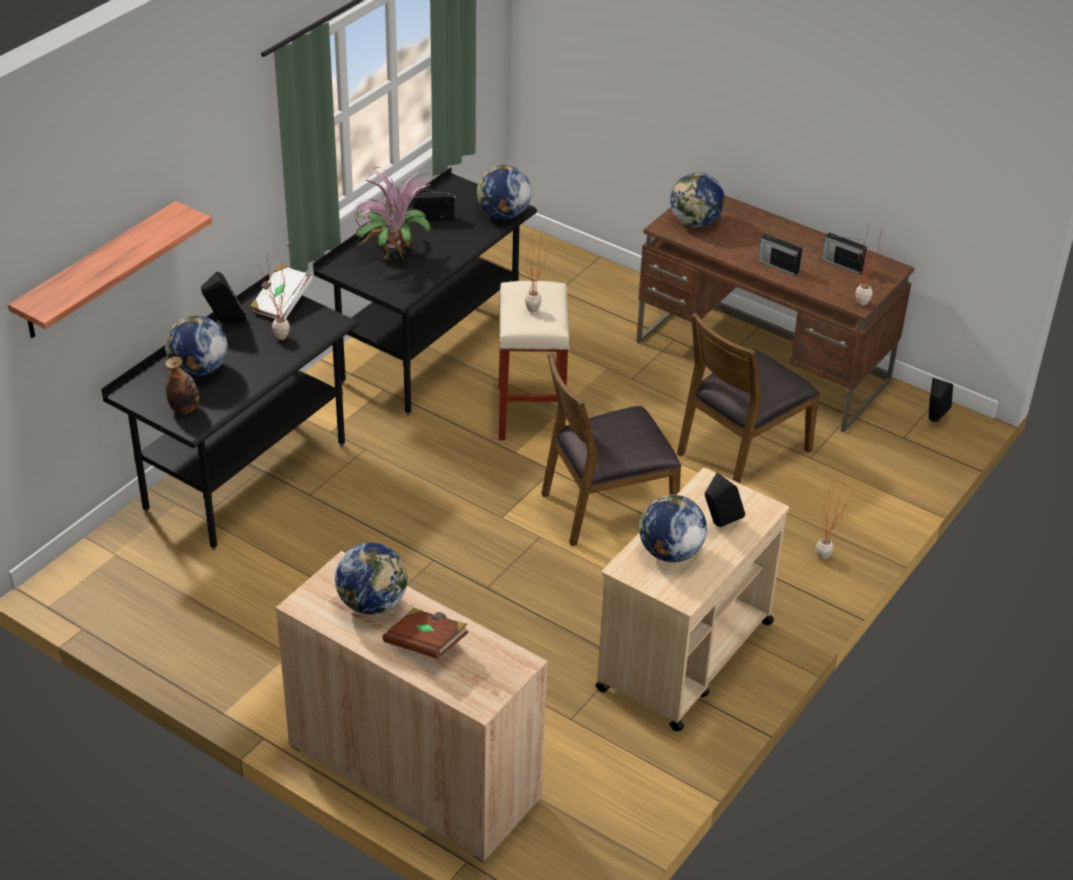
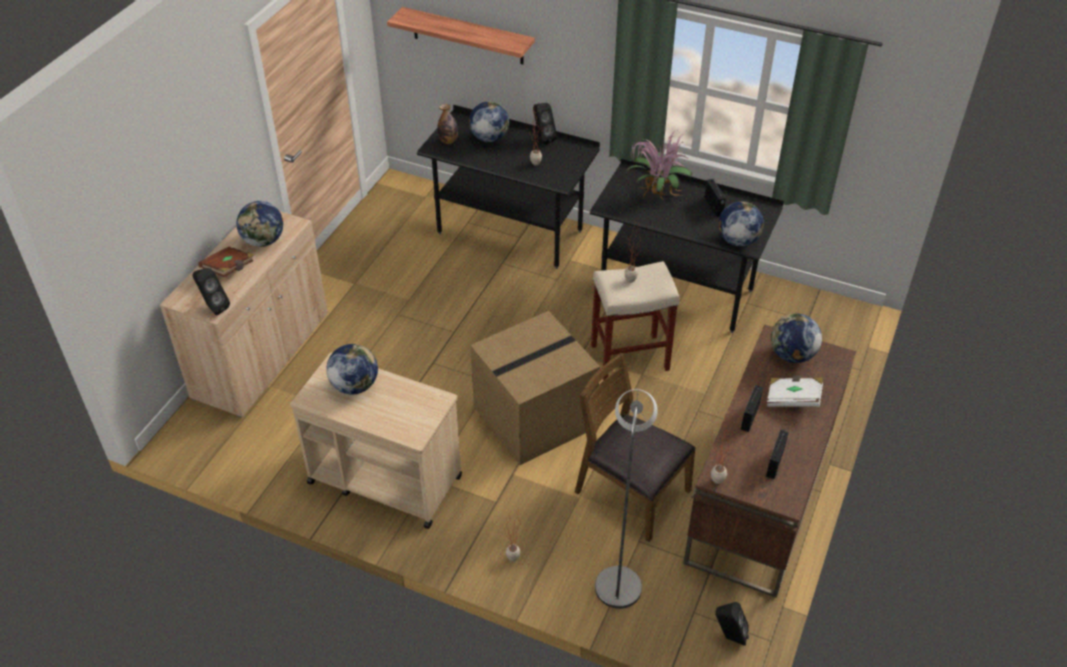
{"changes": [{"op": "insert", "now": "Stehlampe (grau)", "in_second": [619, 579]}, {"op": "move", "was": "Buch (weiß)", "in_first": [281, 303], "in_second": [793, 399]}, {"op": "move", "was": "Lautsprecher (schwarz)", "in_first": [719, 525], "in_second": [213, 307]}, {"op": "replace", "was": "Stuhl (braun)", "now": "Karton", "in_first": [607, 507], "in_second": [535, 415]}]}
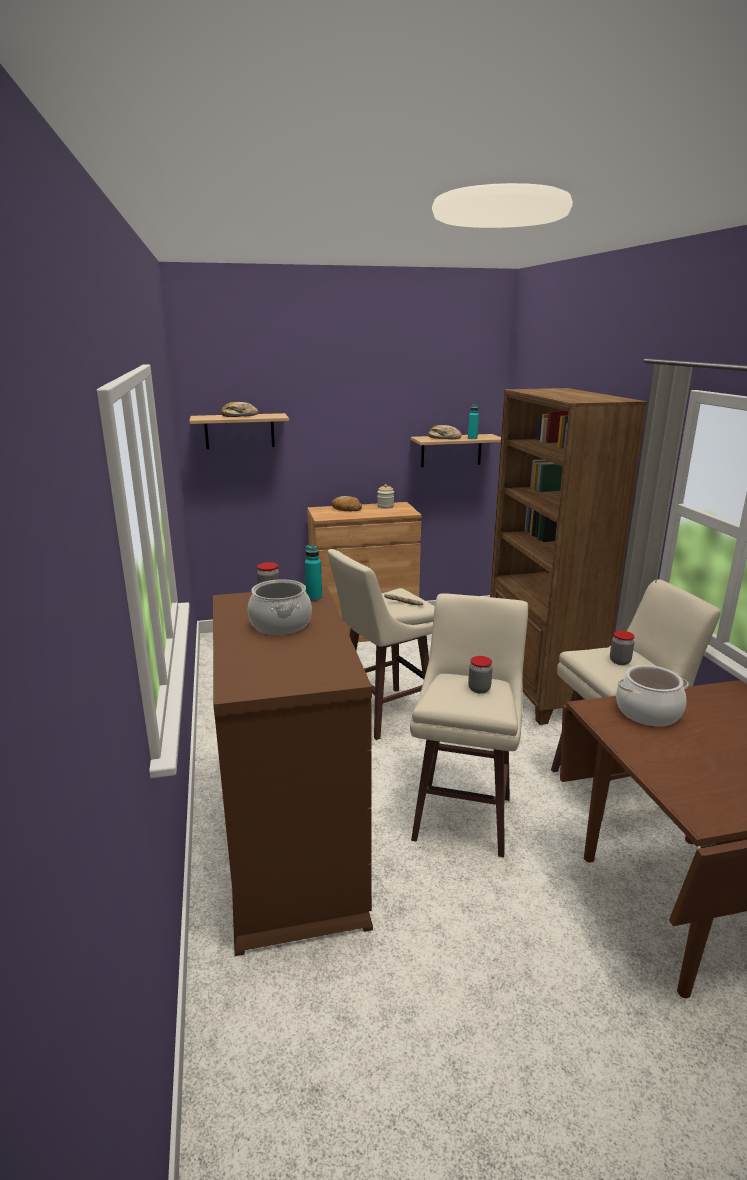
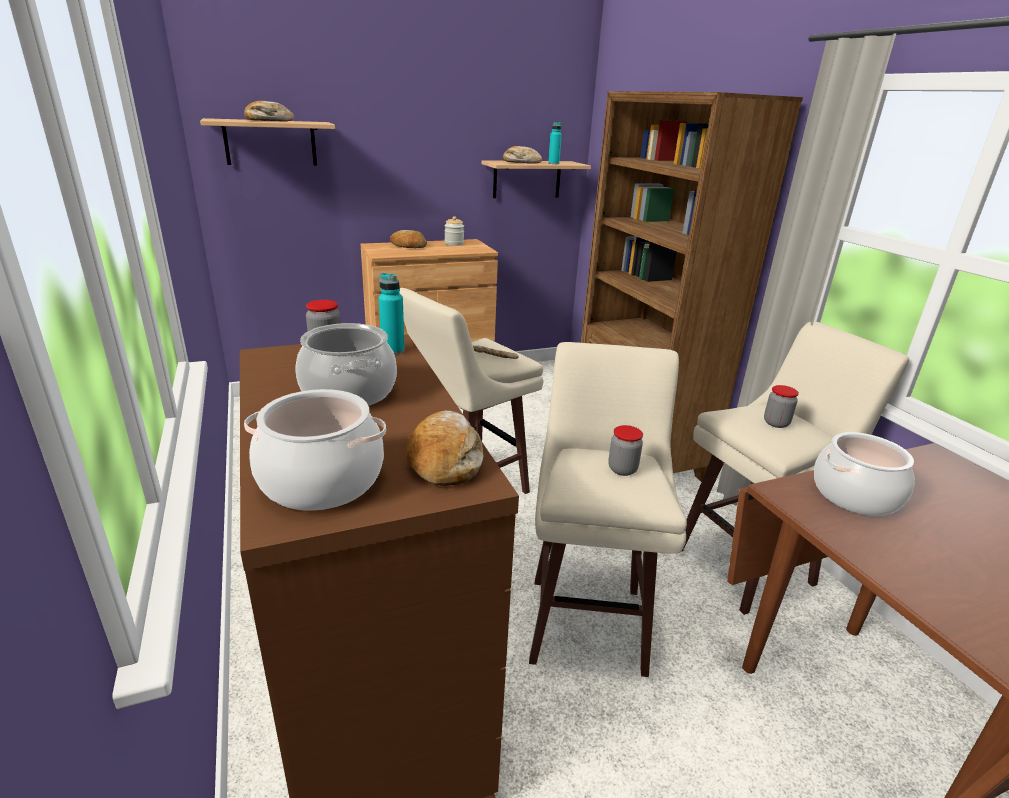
{"changes": [{"op": "insert", "now": "Kochtopf", "in_second": [322, 480]}, {"op": "insert", "now": "Brot", "in_second": [445, 459]}]}
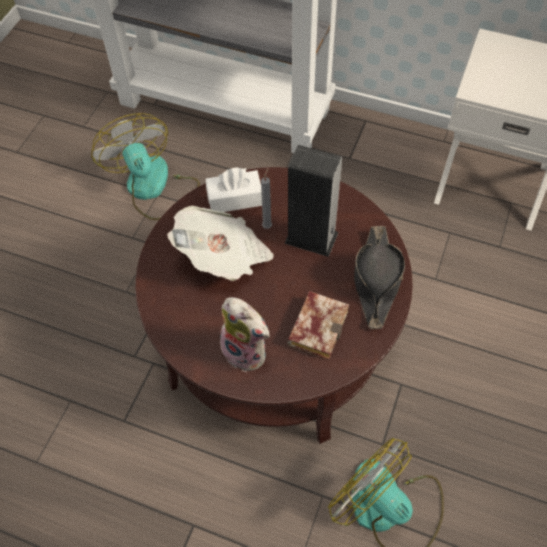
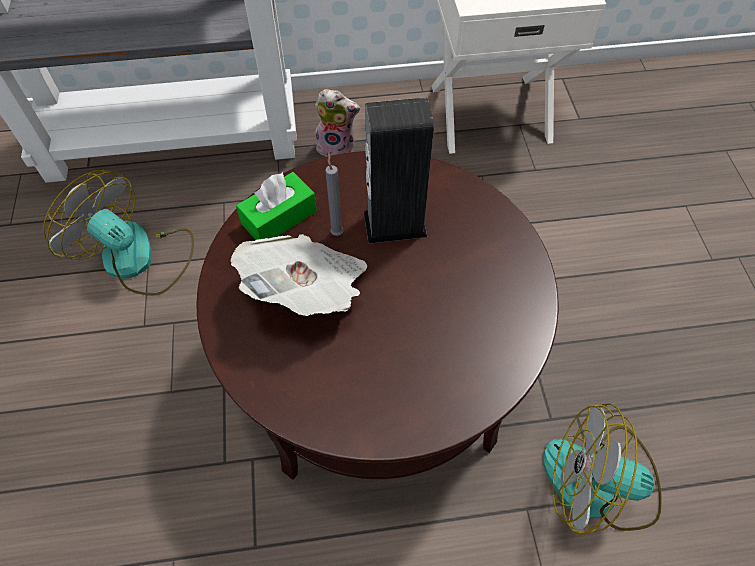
{"changes": [{"op": "delete", "was": "Buch", "in_first": [317, 325]}, {"op": "delete", "was": "Hut (schwarz)", "in_first": [376, 280]}, {"op": "move", "was": "Plüschtier", "in_first": [247, 351], "in_second": [337, 148]}, {"op": "recolor", "was": "Taschentuchbox (weiß)", "now": "Taschentuchbox (grün)", "in_first": [235, 199], "in_second": [279, 217]}]}
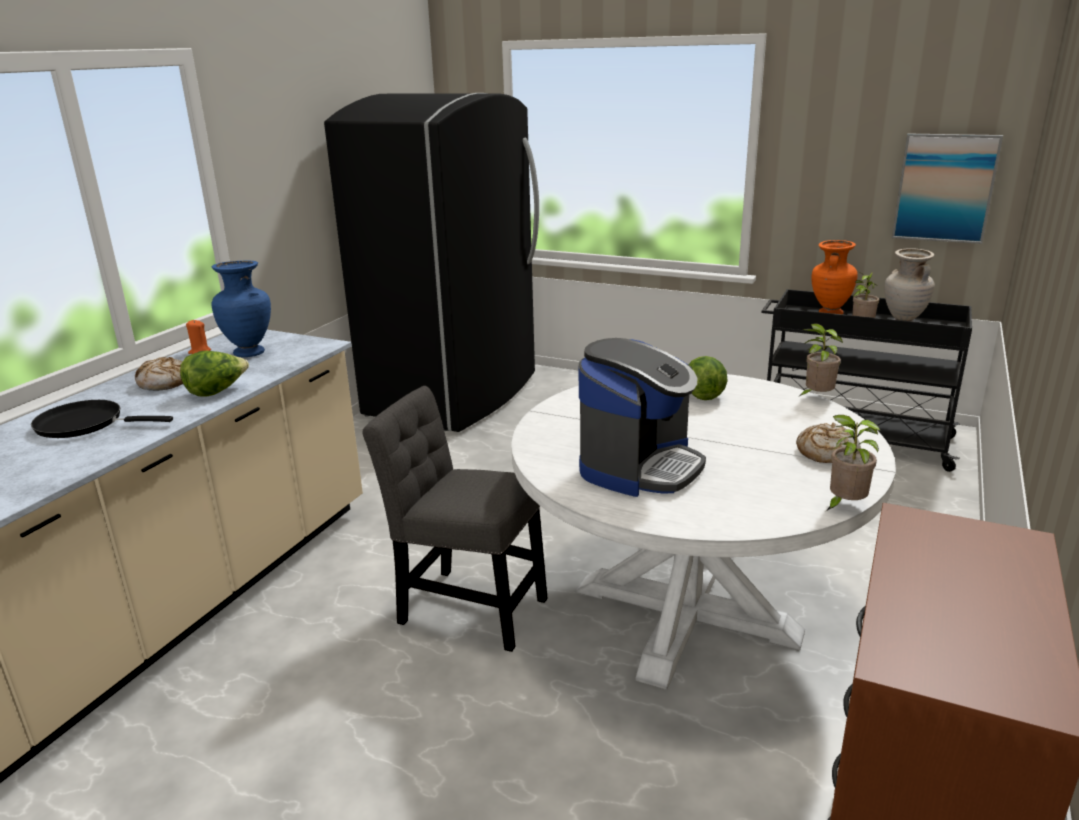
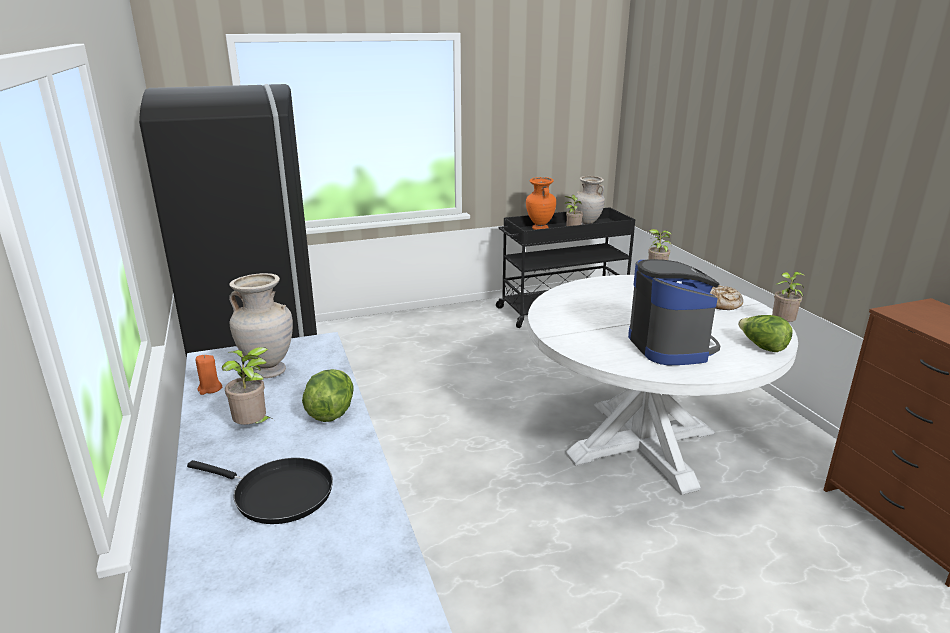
{"changes": [{"op": "delete", "was": "Stuhl (grau)", "in_first": [466, 607]}, {"op": "delete", "was": "Bild", "in_first": [945, 188]}, {"op": "move", "was": "Salatkopf", "in_first": [704, 394], "in_second": [762, 347]}, {"op": "replace", "was": "Brot", "now": "Topfpflanze", "in_first": [164, 383], "in_second": [254, 427]}, {"op": "recolor", "was": "Vase (blau)", "now": "Vase (beige)", "in_first": [250, 353], "in_second": [269, 371]}, {"op": "rotate", "was": "Pfanne (schwarz)", "in_first": [86, 424], "in_second": [277, 494], "clockwise": -120}]}
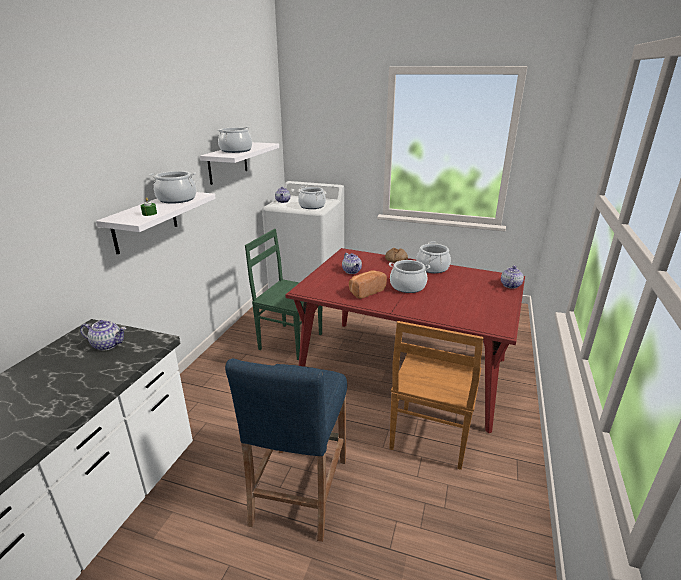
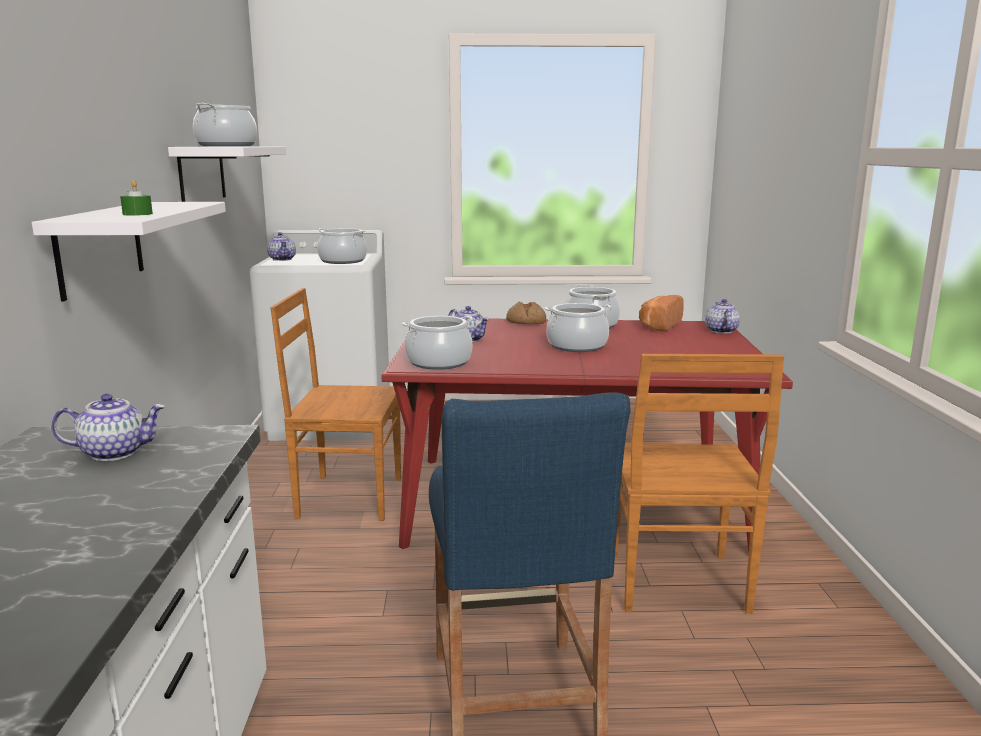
{"changes": [{"op": "move", "was": "Kochtopf", "in_first": [177, 199], "in_second": [438, 362]}, {"op": "move", "was": "Brot", "in_first": [365, 291], "in_second": [658, 326]}, {"op": "recolor", "was": "Stuhl (grün)", "now": "Stuhl (braun)", "in_first": [289, 341], "in_second": [346, 497]}]}
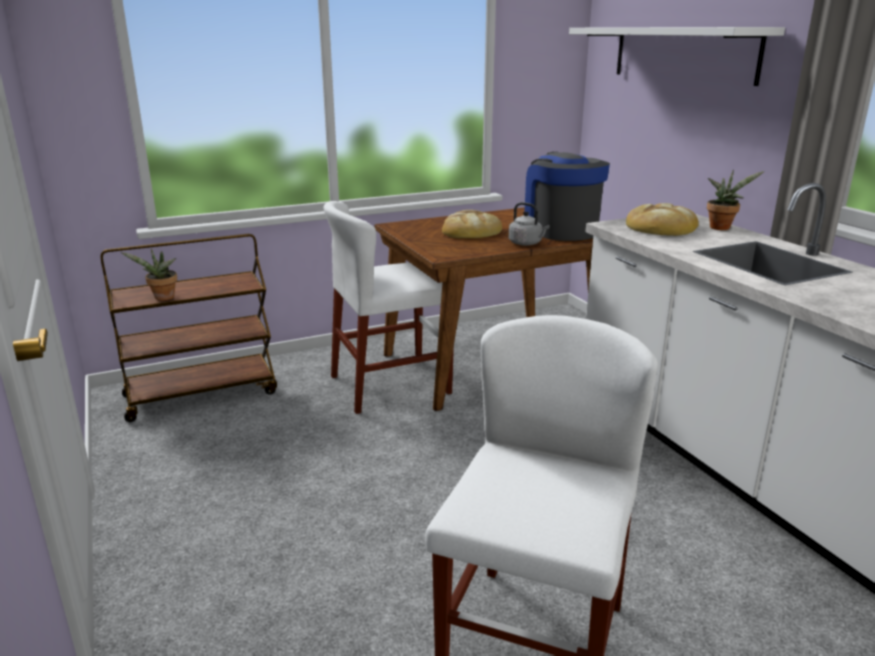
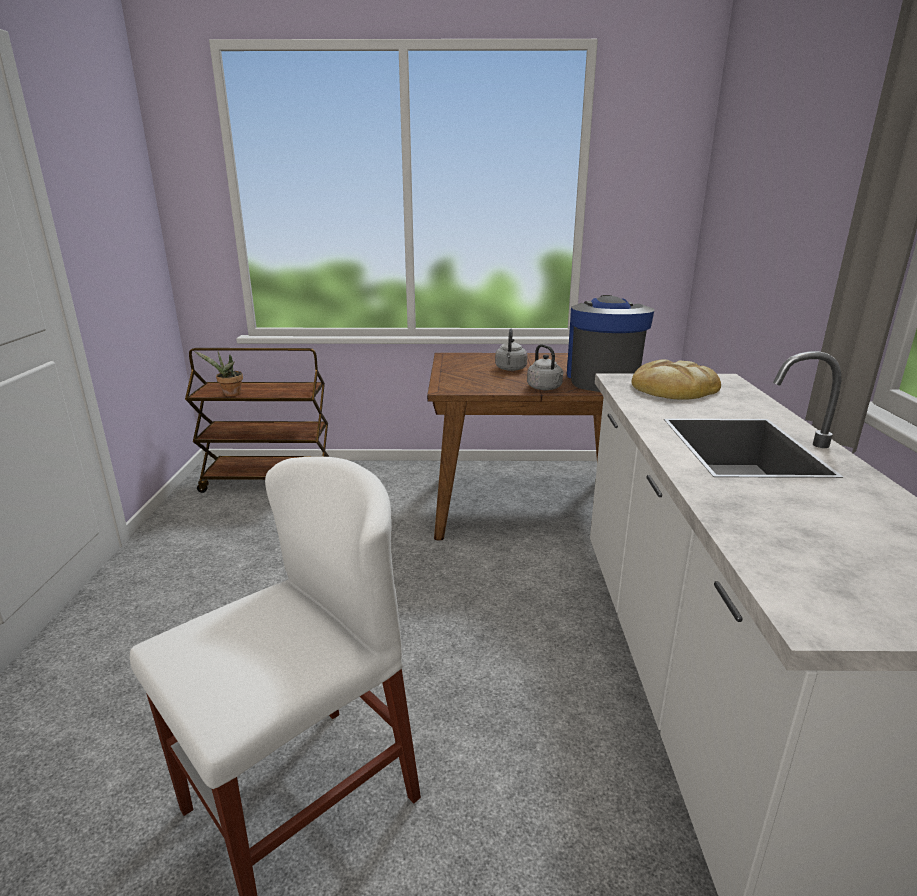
{"changes": [{"op": "delete", "was": "Stuhl (weiß)", "in_first": [390, 384]}, {"op": "delete", "was": "Wandregal (weiß)", "in_first": [683, 53]}, {"op": "delete", "was": "Topfpflanze", "in_first": [721, 227]}, {"op": "replace", "was": "Brot", "now": "Wasserkessel (grau)", "in_first": [471, 231], "in_second": [510, 369]}]}
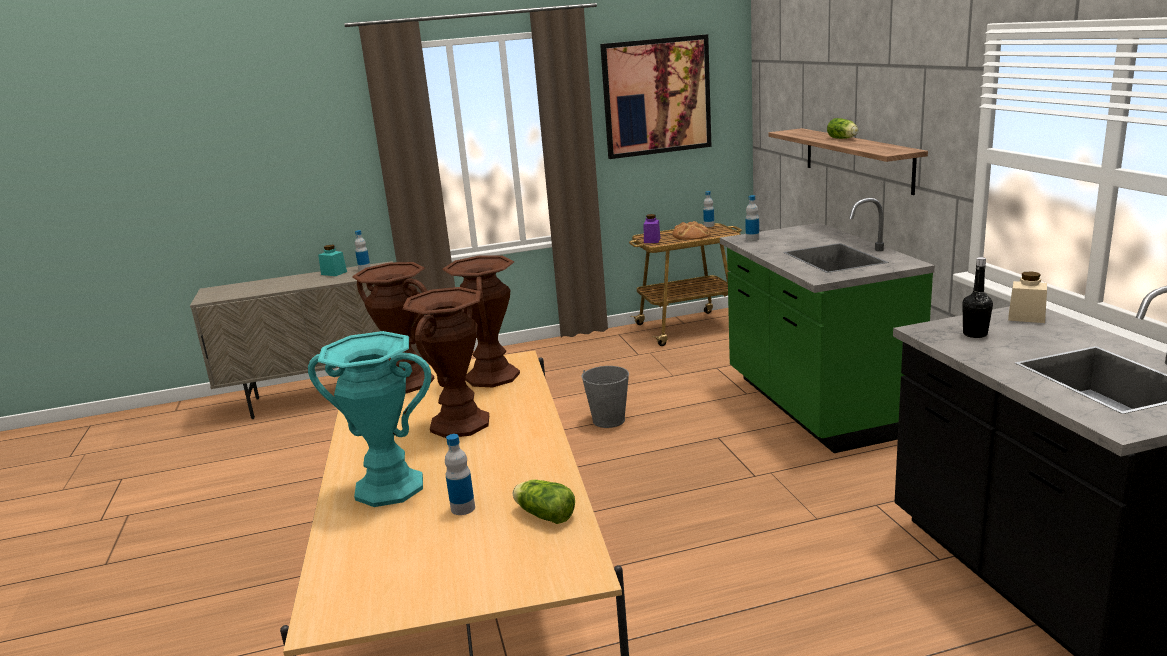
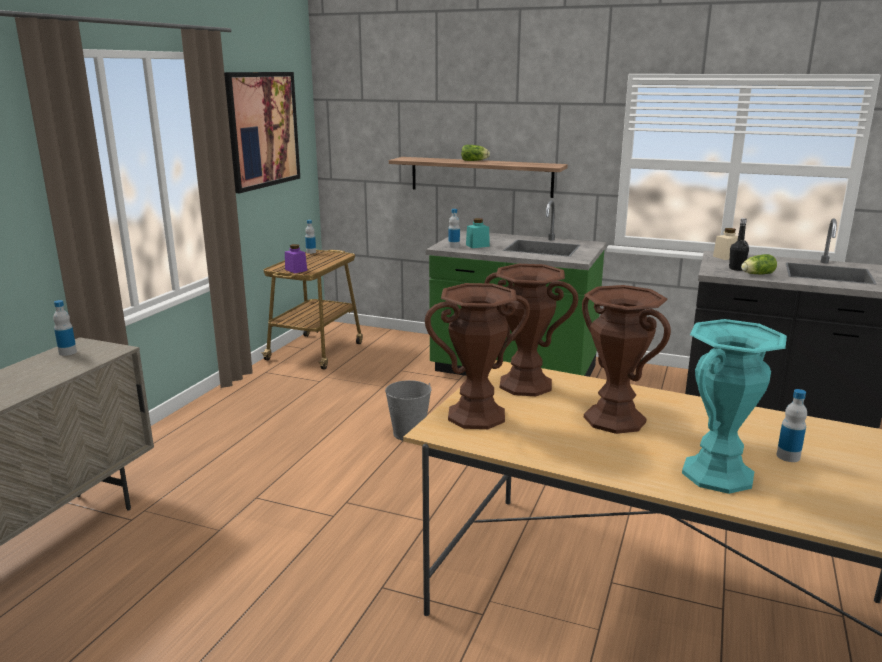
{"changes": [{"op": "delete", "was": "Brot", "in_first": [691, 235]}, {"op": "move", "was": "Vorratsglas (türkis)", "in_first": [334, 273], "in_second": [477, 245]}, {"op": "move", "was": "Salatkopf", "in_first": [543, 514], "in_second": [756, 274]}]}
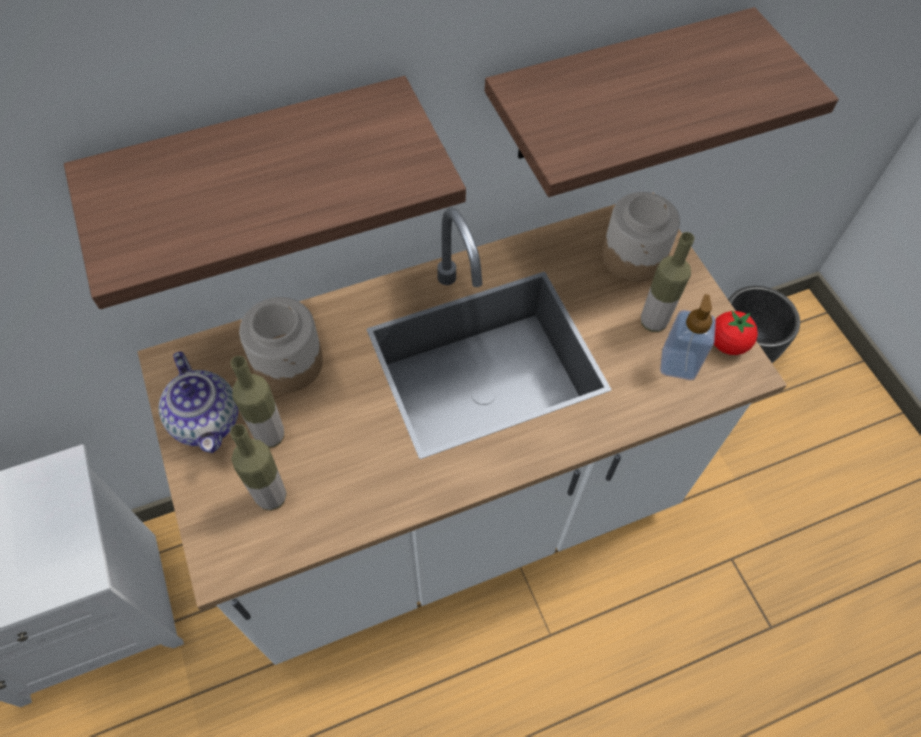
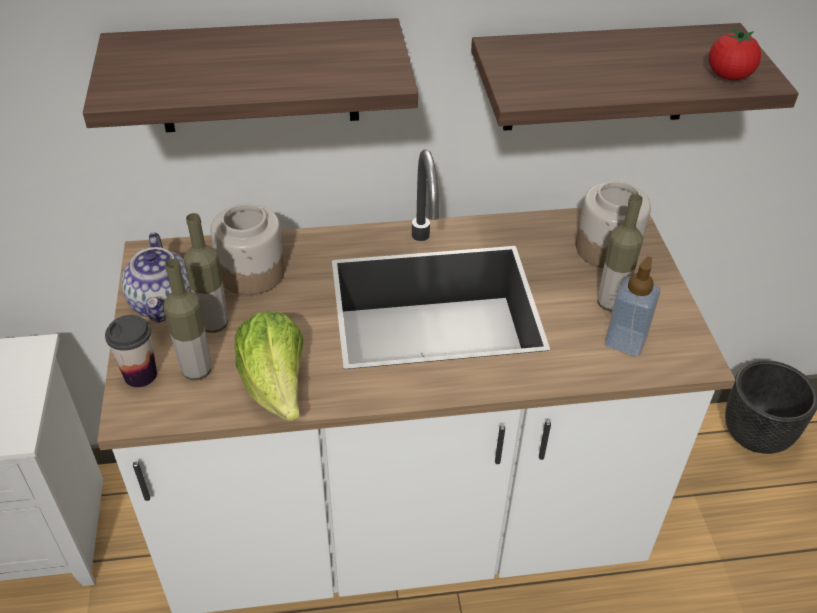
{"changes": [{"op": "insert", "now": "Tasse", "in_second": [140, 375]}, {"op": "insert", "now": "Salatkopf", "in_second": [276, 387]}, {"op": "move", "was": "Tomate", "in_first": [727, 343], "in_second": [728, 76]}]}
